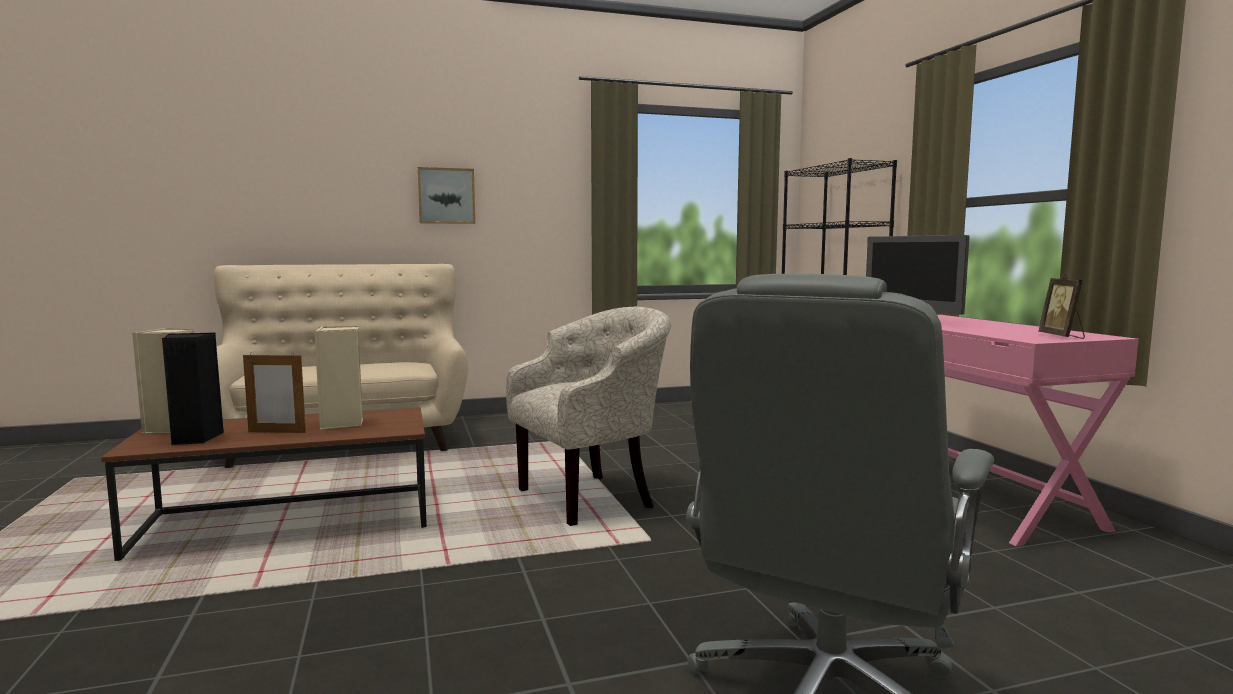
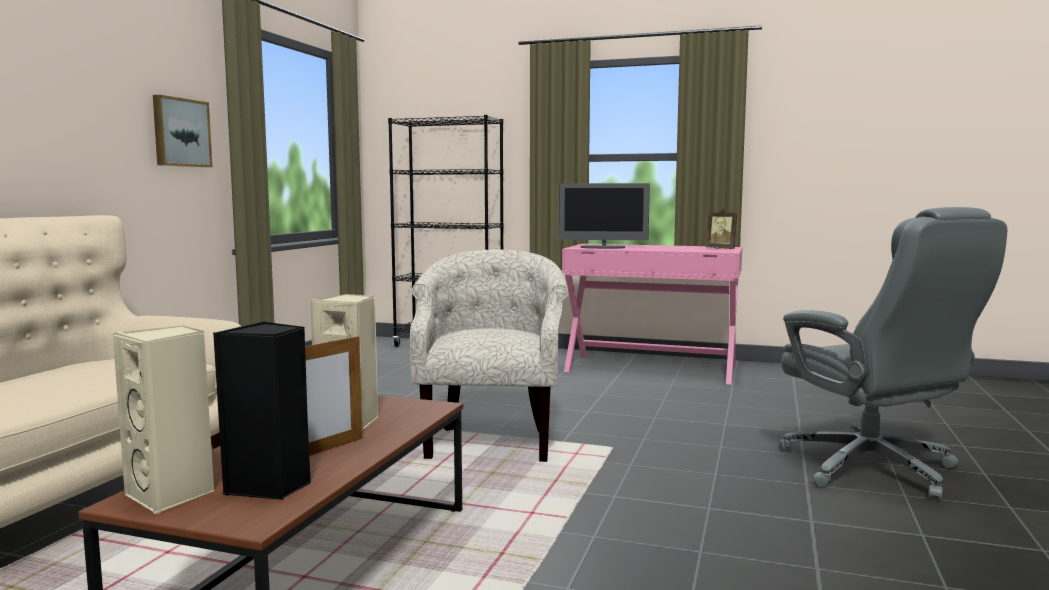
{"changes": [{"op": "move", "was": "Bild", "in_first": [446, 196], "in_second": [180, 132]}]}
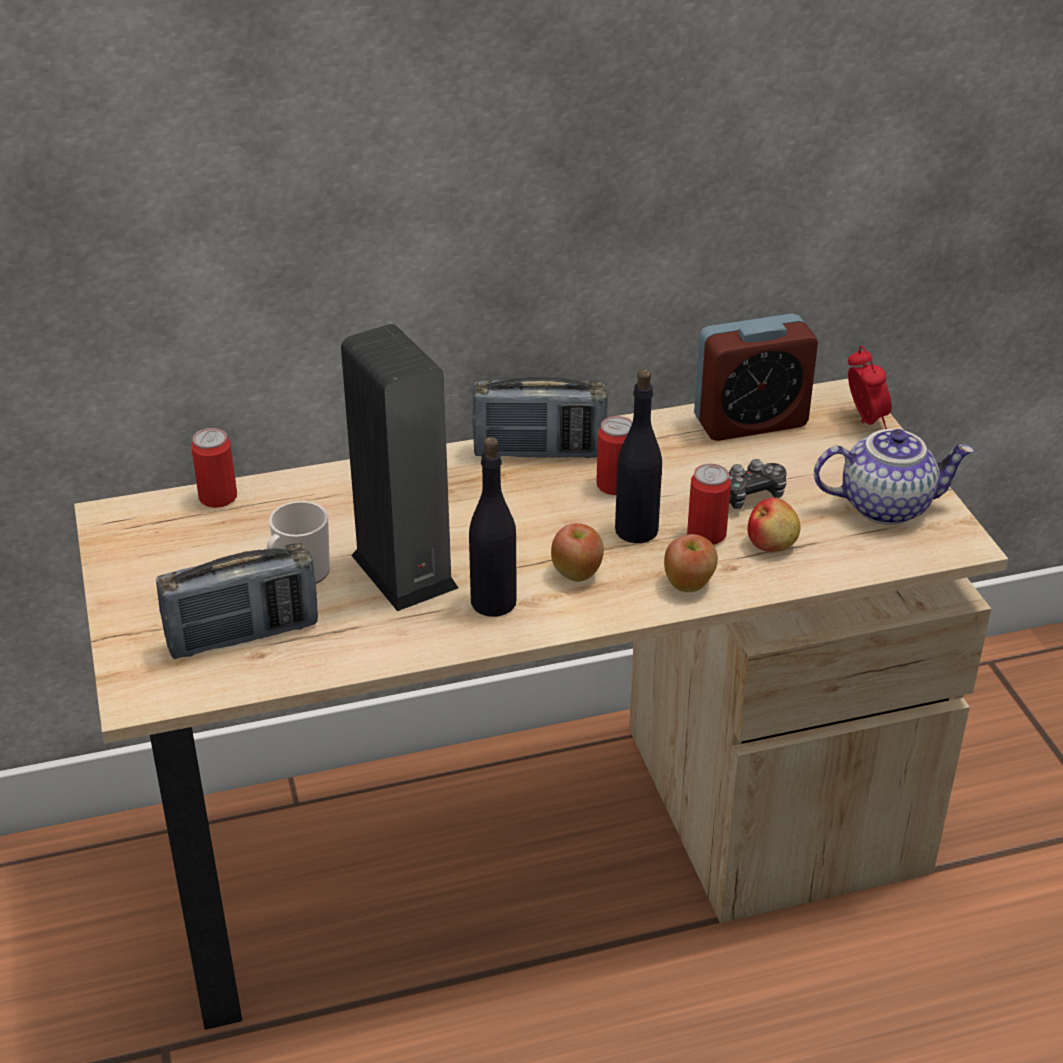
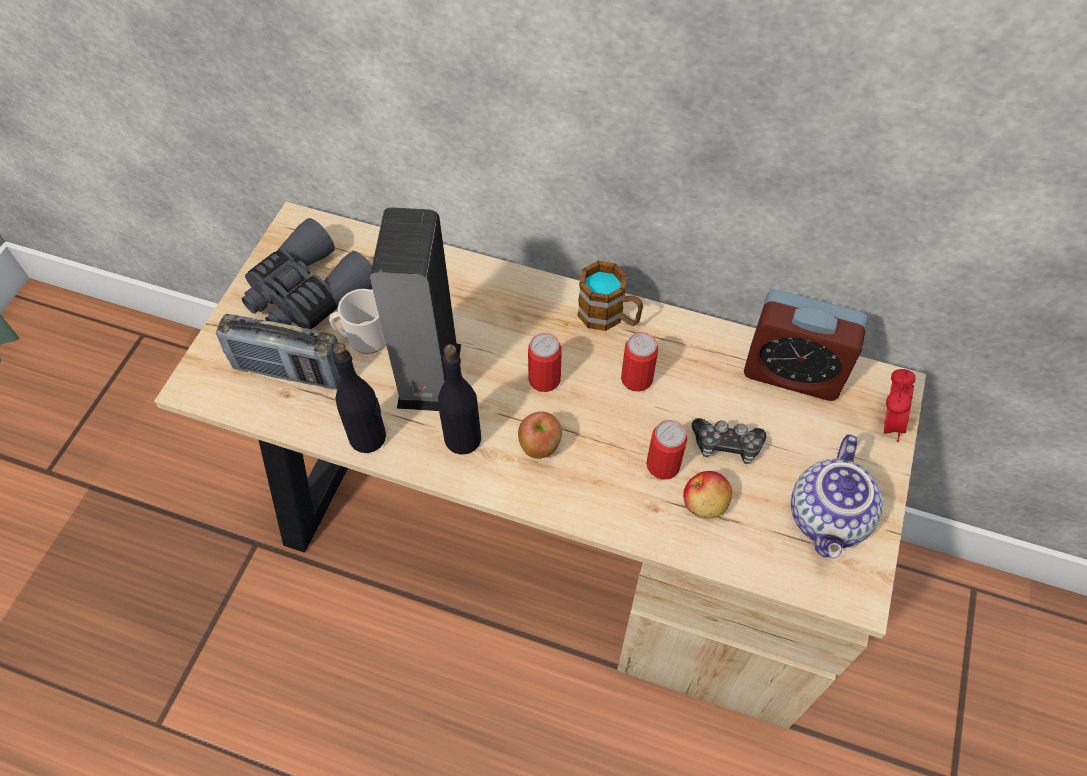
{"changes": [{"op": "delete", "was": "Apfel", "in_first": [689, 584]}, {"op": "insert", "now": "Fernglas (grau)", "in_second": [307, 294]}, {"op": "move", "was": "Dose", "in_first": [218, 497], "in_second": [544, 379]}, {"op": "move", "was": "Flasche (schwarz)", "in_first": [637, 530], "in_second": [368, 437]}, {"op": "replace", "was": "Radio", "now": "Henkelbecher", "in_first": [539, 452], "in_second": [609, 317]}, {"op": "rotate", "was": "Teekanne", "in_first": [886, 505], "in_second": [829, 519], "clockwise": 75}]}
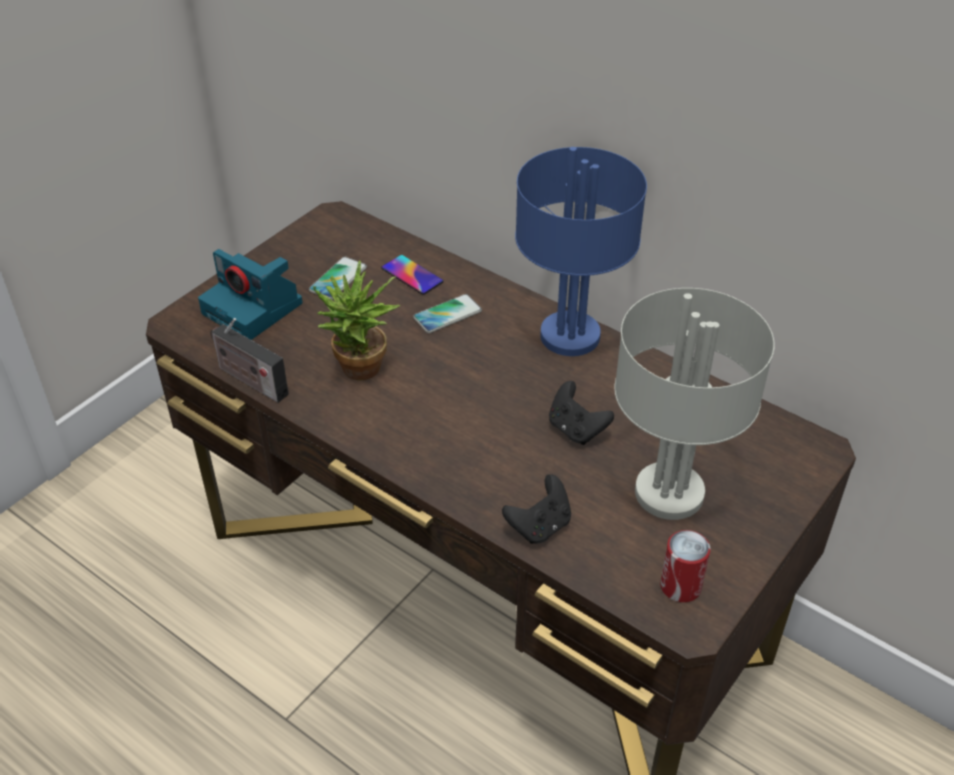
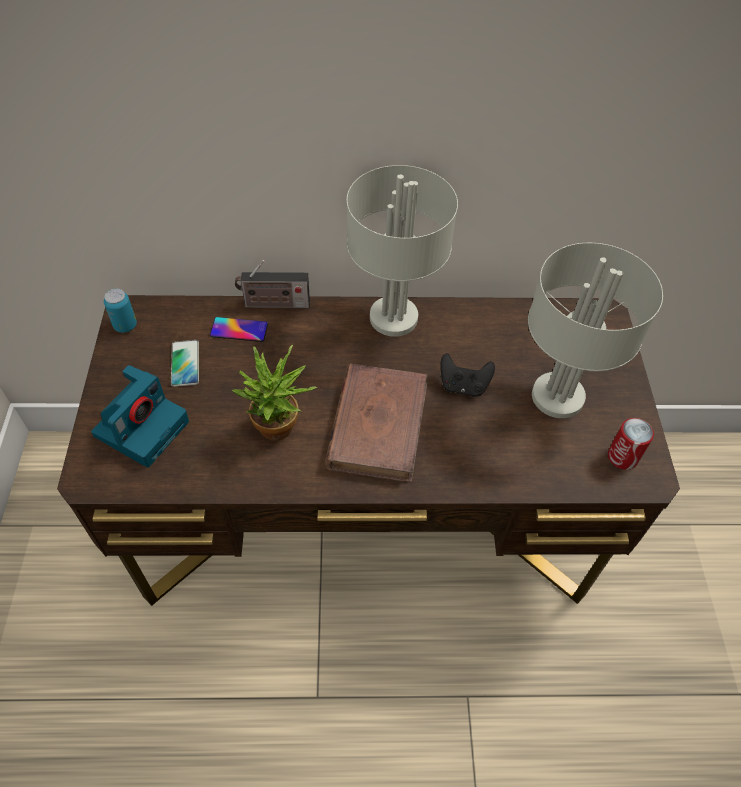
{"changes": [{"op": "delete", "was": "Handy", "in_first": [447, 314]}, {"op": "delete", "was": "Gamepad (schwarz)", "in_first": [539, 526]}, {"op": "insert", "now": "Dose", "in_second": [125, 325]}, {"op": "insert", "now": "Buch (braun)", "in_second": [378, 425]}, {"op": "move", "was": "Radio", "in_first": [249, 380], "in_second": [274, 304]}, {"op": "recolor", "was": "Tischlampe (blau)", "now": "Tischlampe (grau)", "in_first": [570, 334], "in_second": [392, 317]}, {"op": "rotate", "was": "Kamera", "in_first": [254, 308], "in_second": [142, 426], "clockwise": -60}]}
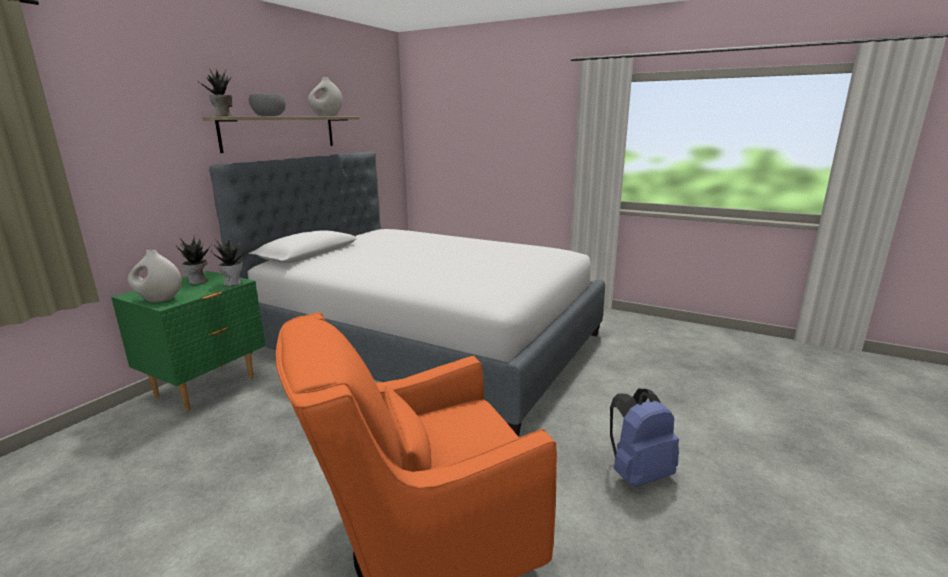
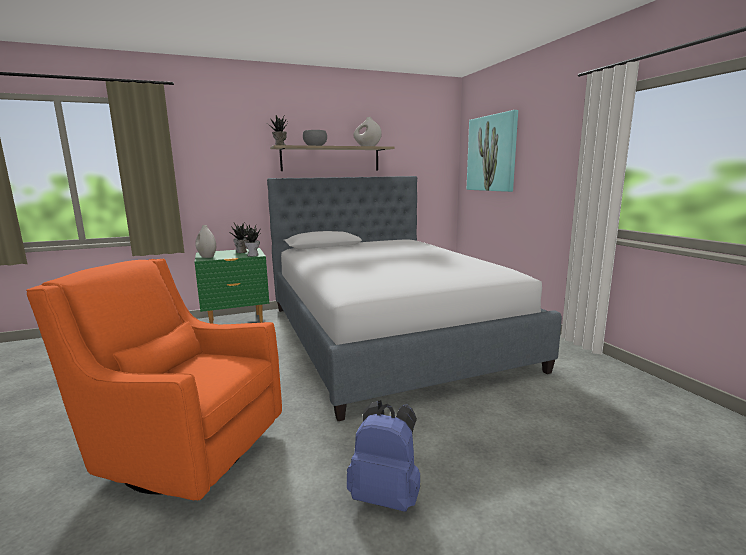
{"changes": [{"op": "insert", "now": "Bild", "in_second": [492, 153]}]}
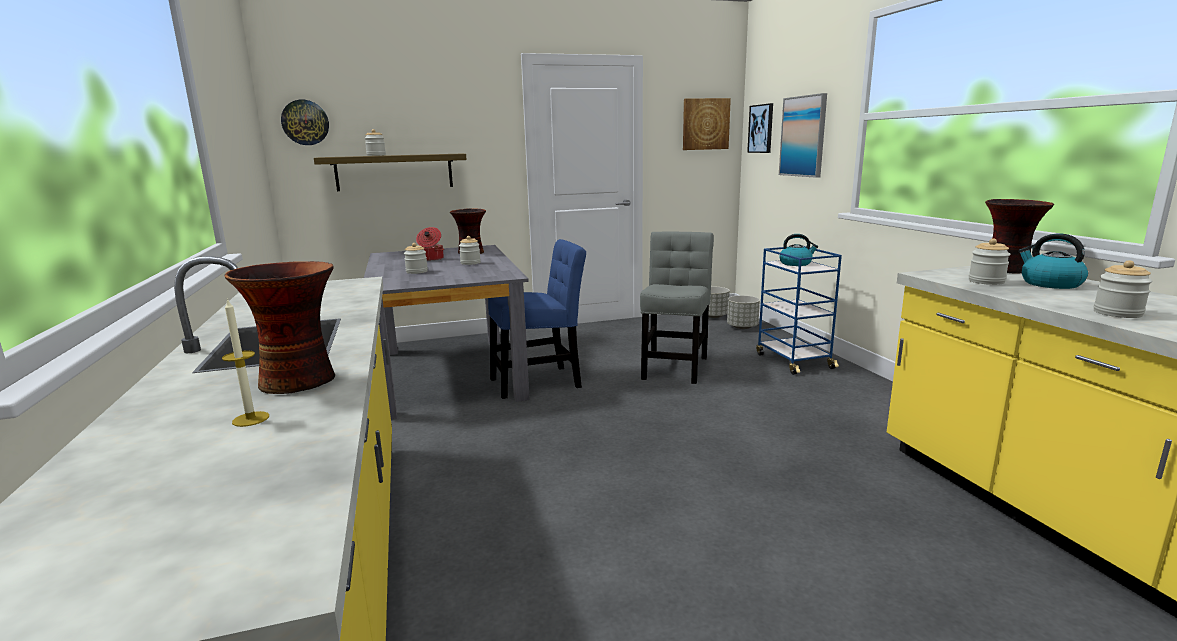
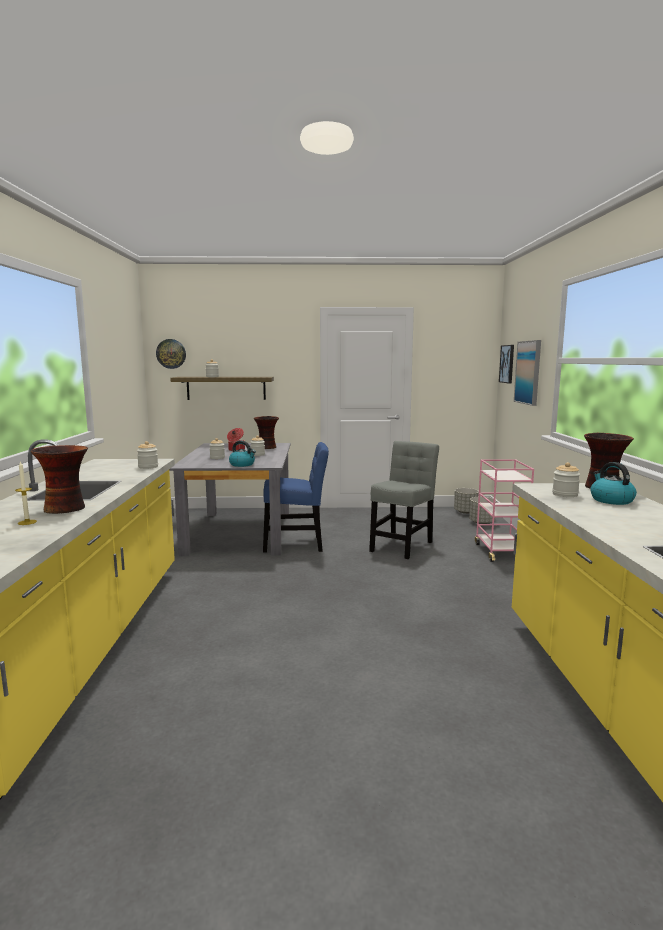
{"changes": [{"op": "delete", "was": "Bild", "in_first": [705, 124]}, {"op": "move", "was": "Wasserkessel", "in_first": [796, 263], "in_second": [242, 464]}, {"op": "move", "was": "Vorratsglas", "in_first": [1117, 313], "in_second": [148, 467]}, {"op": "recolor", "was": "Rollwagen (blau)", "now": "Rollwagen (rosa)", "in_first": [793, 361], "in_second": [500, 552]}]}
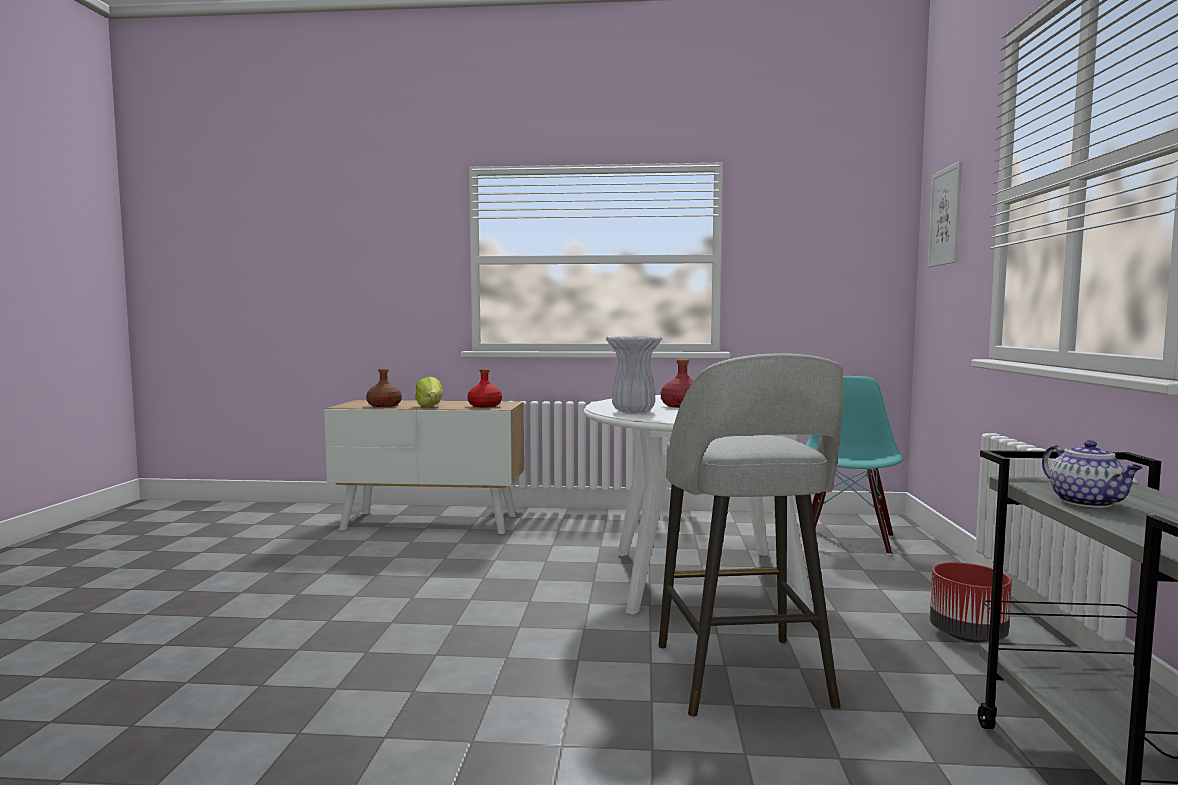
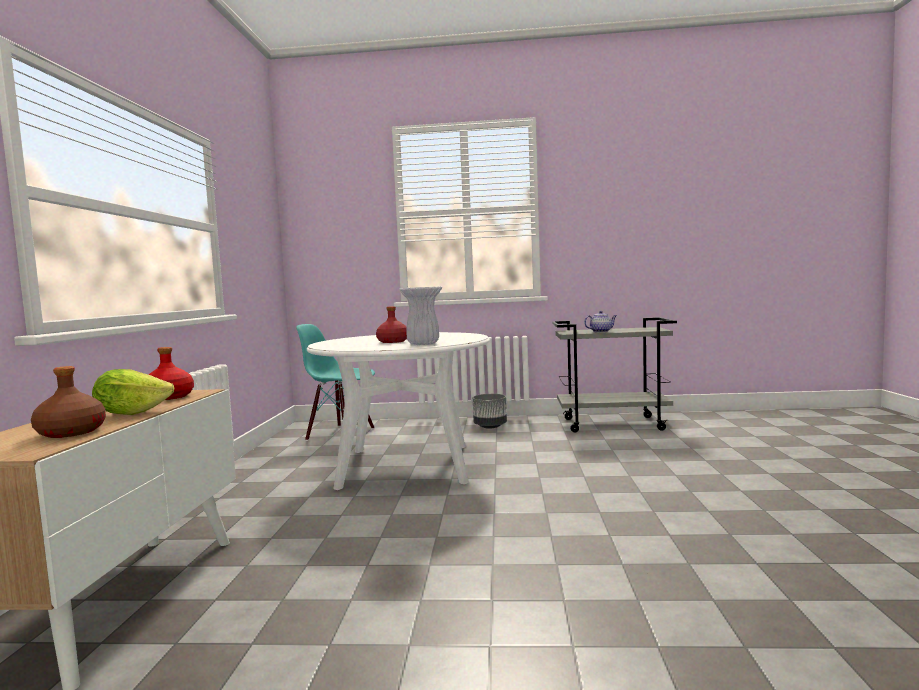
{"changes": [{"op": "delete", "was": "Hocker (grau)", "in_first": [743, 678]}, {"op": "delete", "was": "Bild", "in_first": [945, 216]}, {"op": "recolor", "was": "Pflanzkübel (rot)", "now": "Pflanzkübel (grau)", "in_first": [968, 636], "in_second": [490, 426]}]}
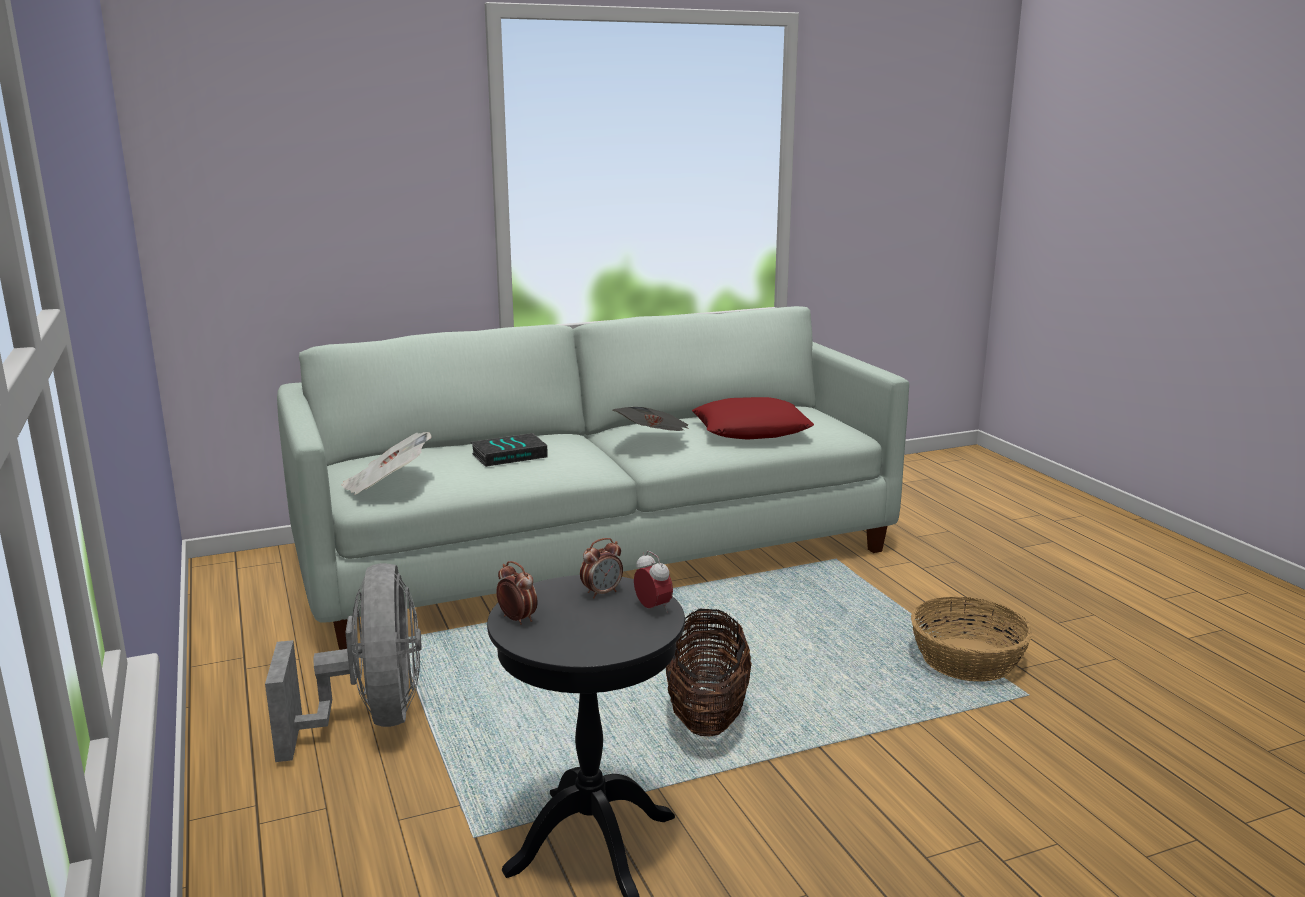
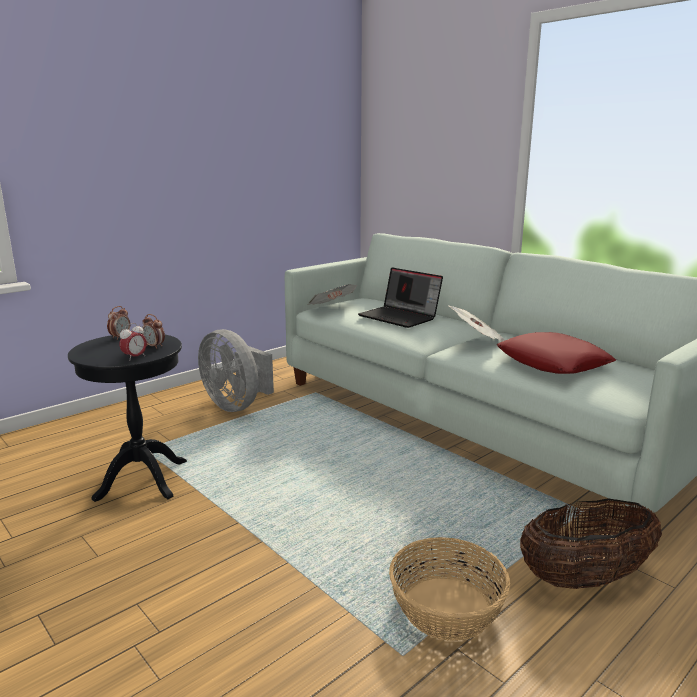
{"changes": [{"op": "move", "was": "Korb", "in_first": [707, 714], "in_second": [584, 578]}, {"op": "replace", "was": "Buch", "now": "Laptop", "in_first": [510, 455], "in_second": [400, 317]}, {"op": "rotate", "was": "Ventilator (grau)", "in_first": [370, 719], "in_second": [236, 405], "clockwise": 75}]}
